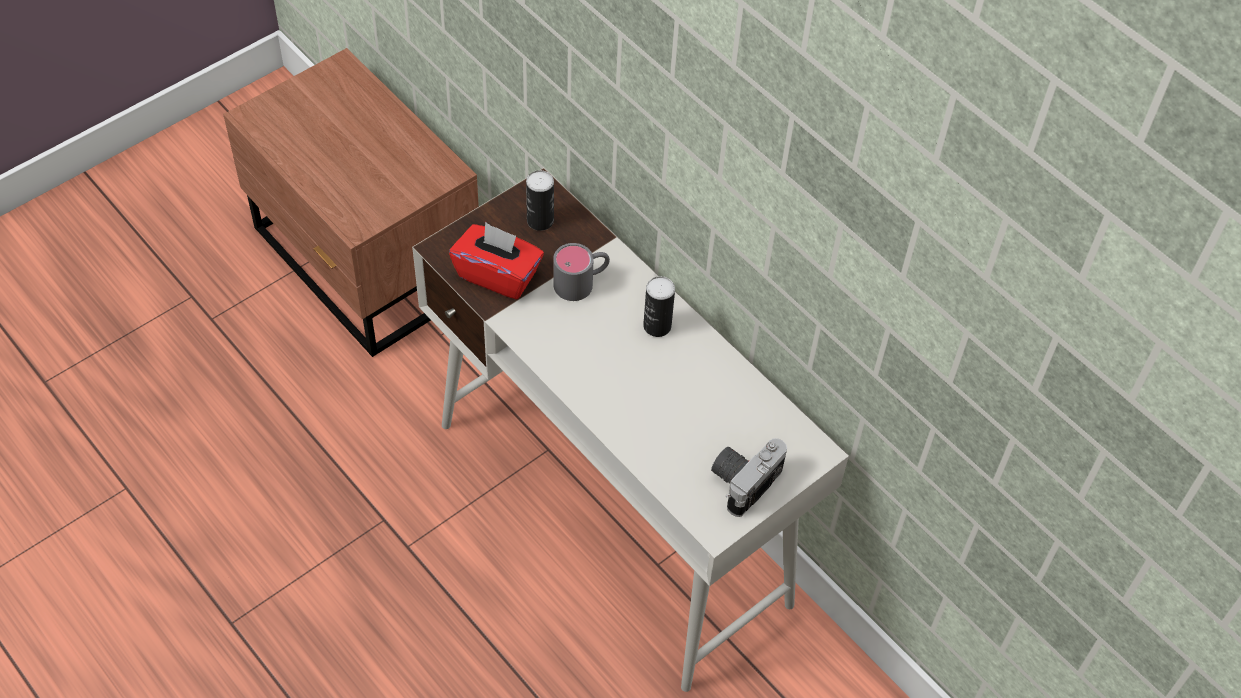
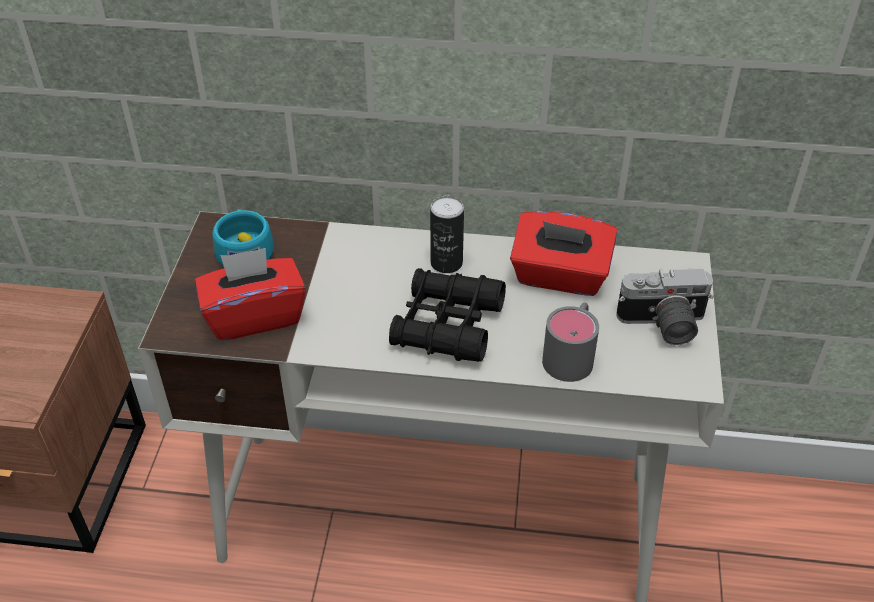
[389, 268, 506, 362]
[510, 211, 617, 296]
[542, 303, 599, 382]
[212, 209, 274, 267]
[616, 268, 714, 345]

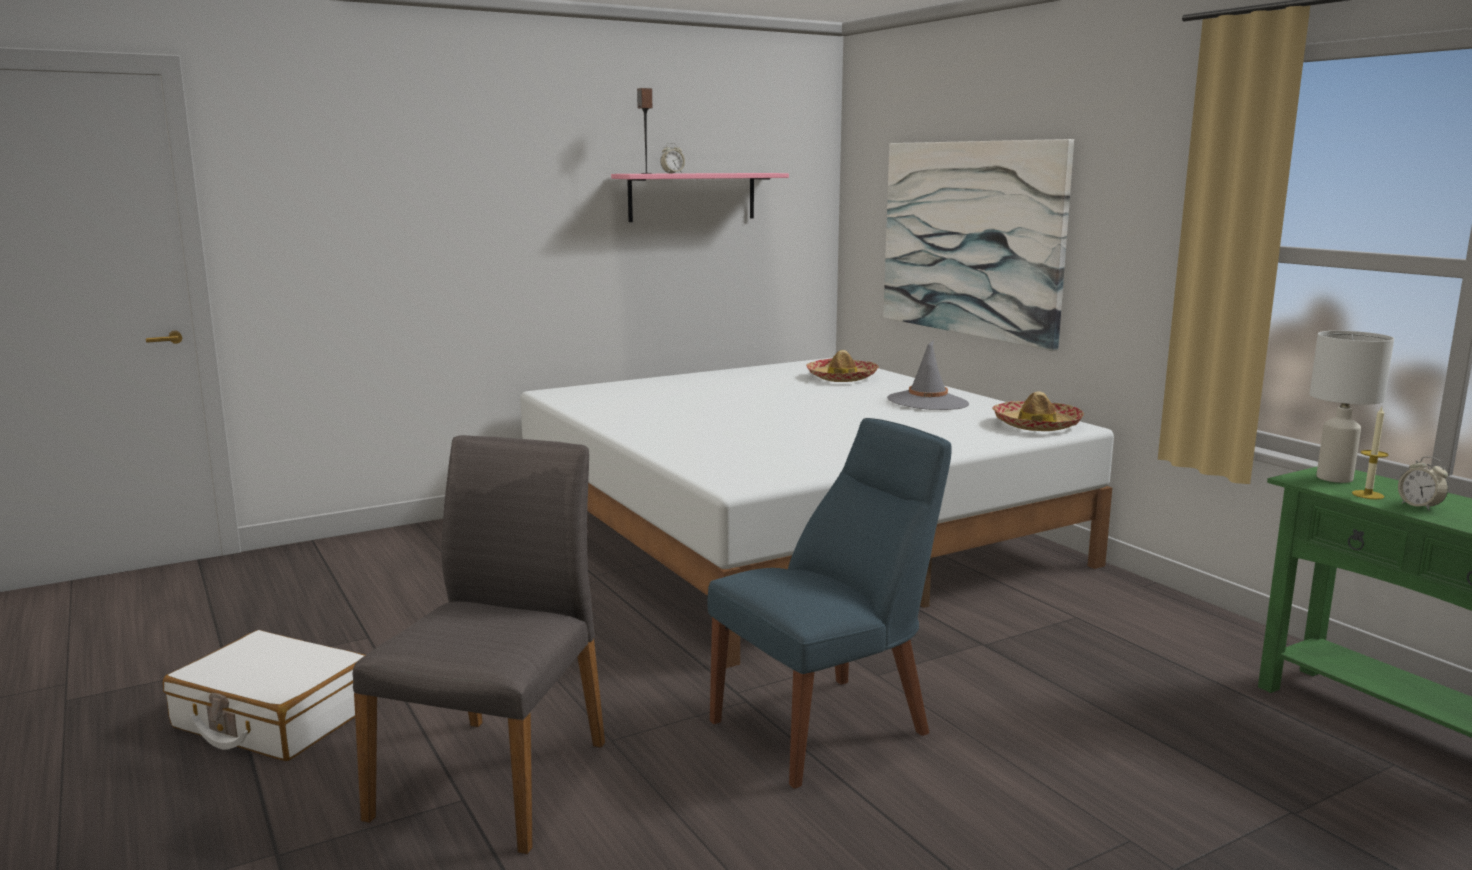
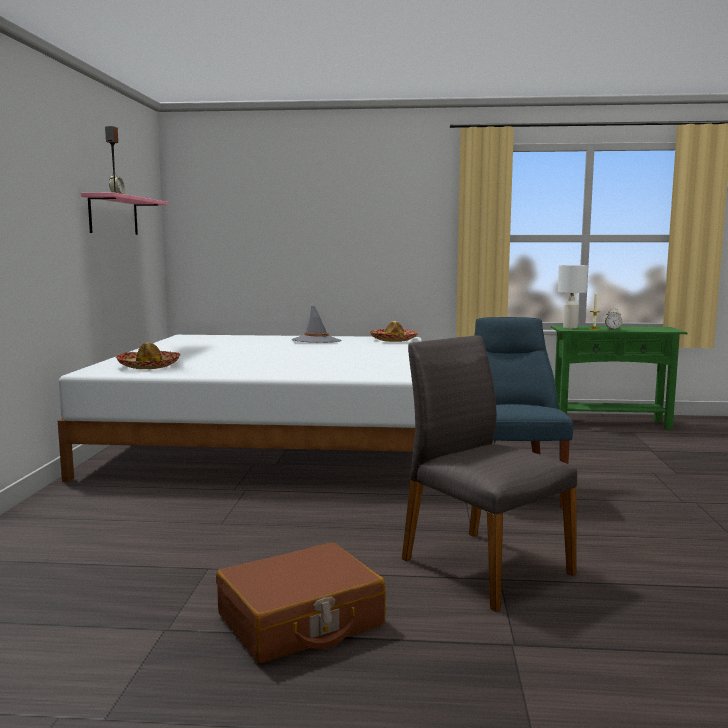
[883, 139, 1074, 351] (first image)
[115, 342, 181, 369]
[216, 542, 386, 663]

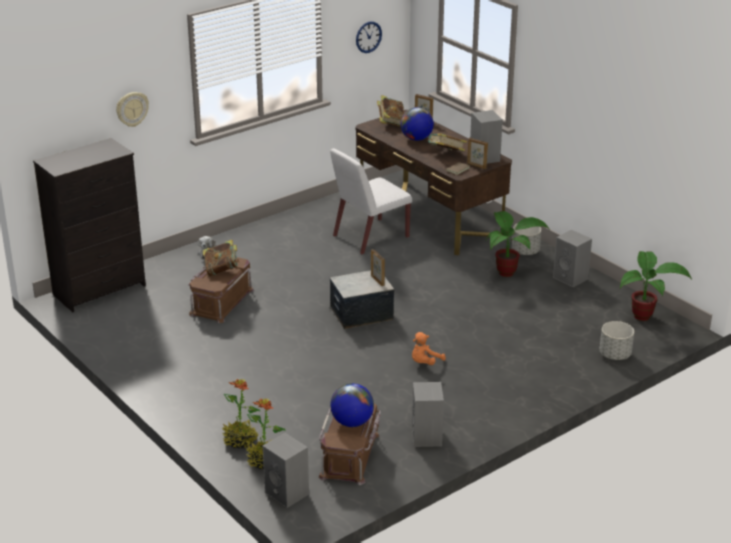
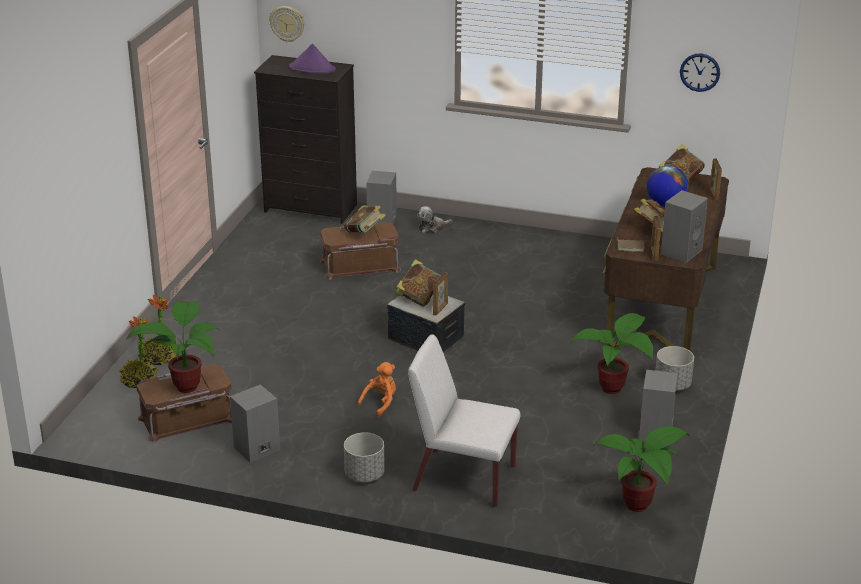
[289, 43, 336, 74]
[395, 259, 441, 307]
[269, 6, 305, 43]
[366, 171, 397, 224]
[408, 334, 520, 507]
[344, 433, 385, 482]
[126, 301, 219, 393]
[357, 362, 396, 417]

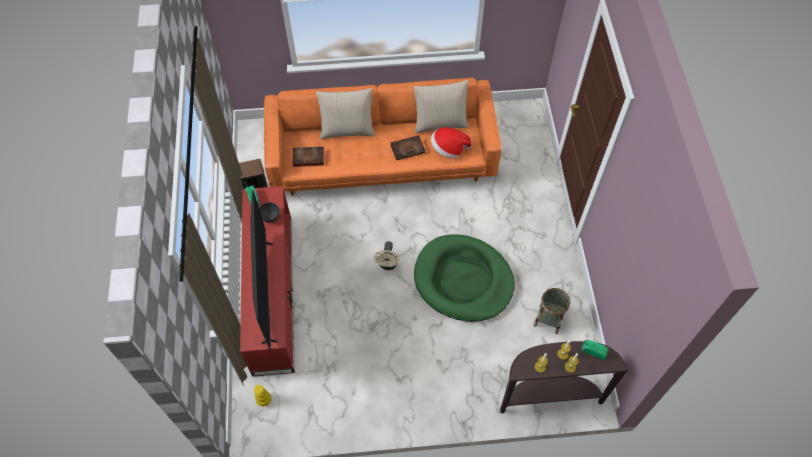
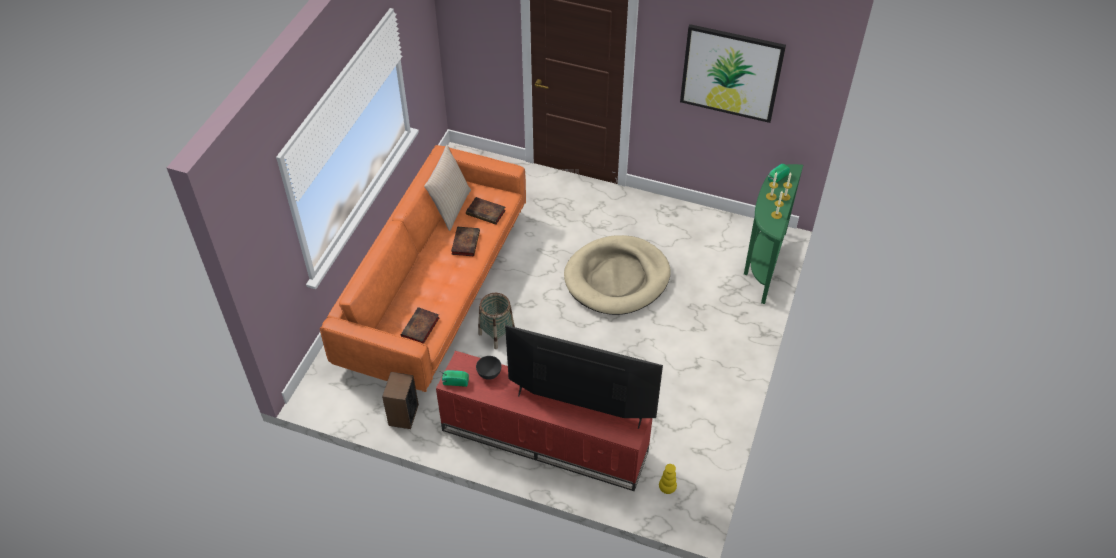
[316, 88, 375, 139] (first image)
[374, 241, 400, 270] (first image)
[680, 24, 786, 123]
[478, 293, 515, 349]
[466, 197, 506, 225]
[564, 235, 671, 315]
[744, 164, 803, 304]

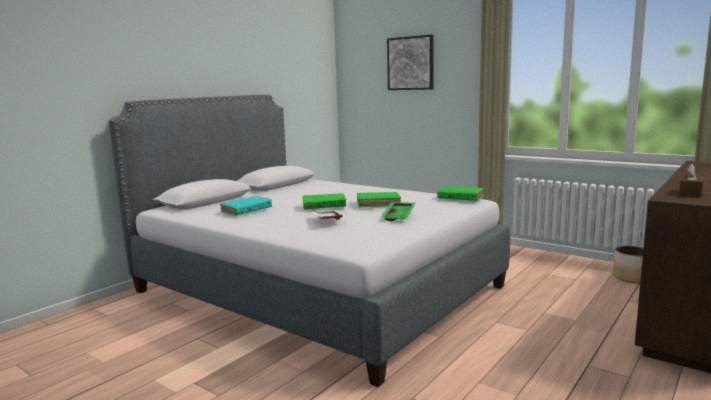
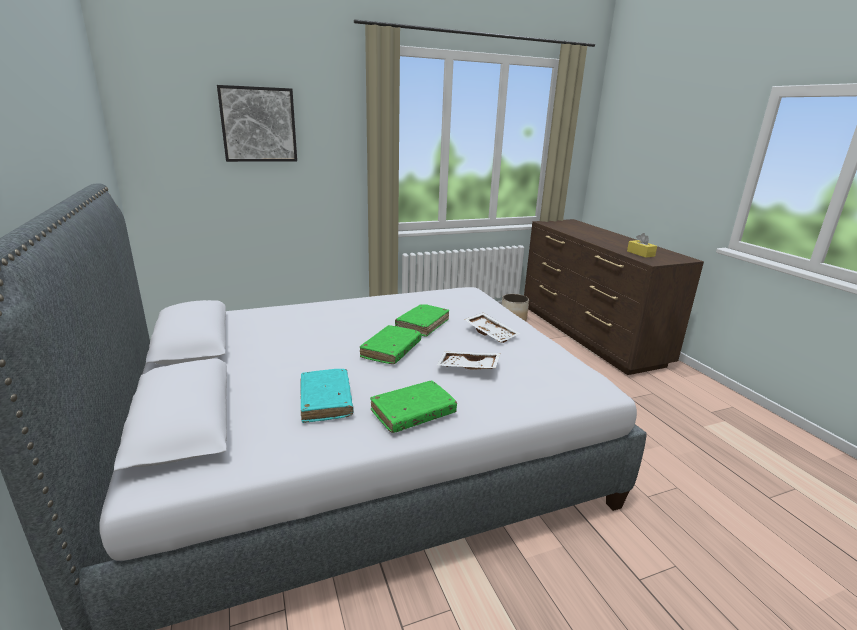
[370, 381, 457, 433]
[464, 312, 520, 343]
[627, 233, 657, 258]

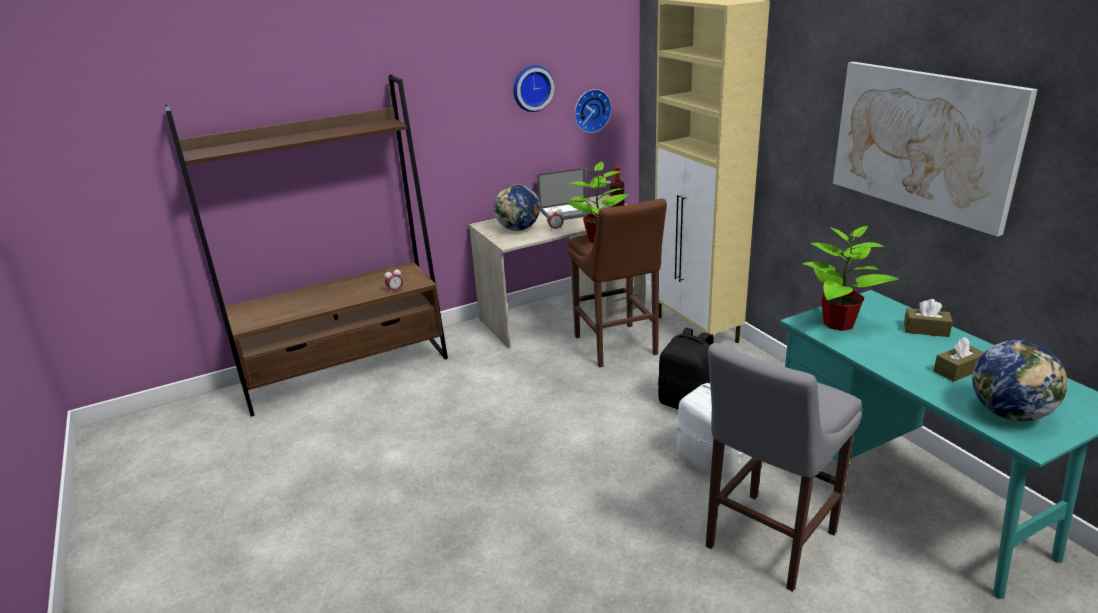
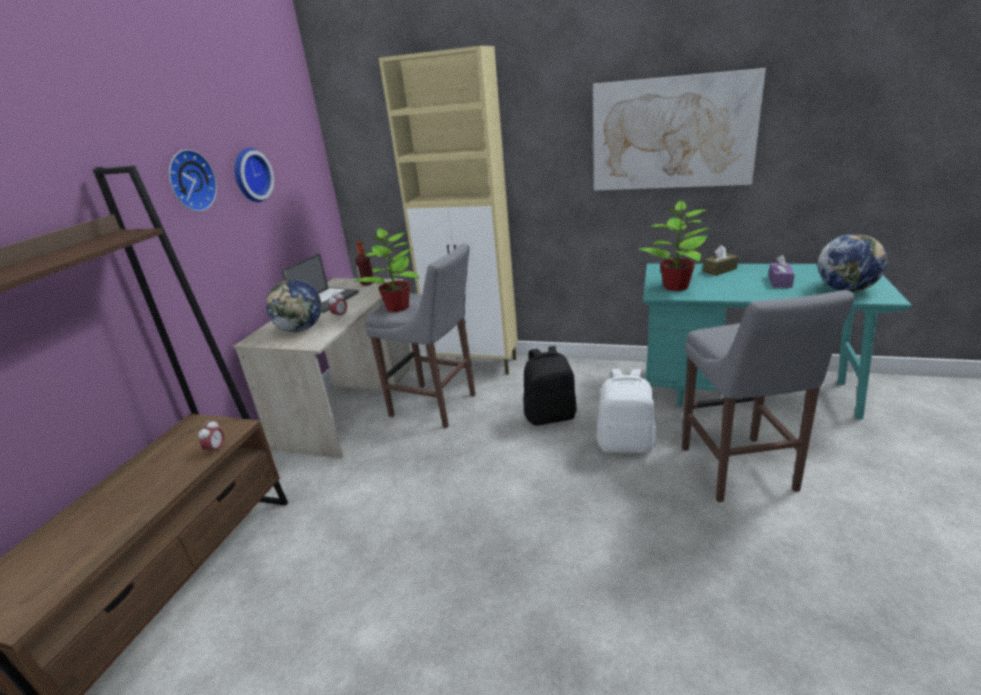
[169, 149, 217, 211]
[365, 244, 476, 428]
[769, 255, 795, 288]

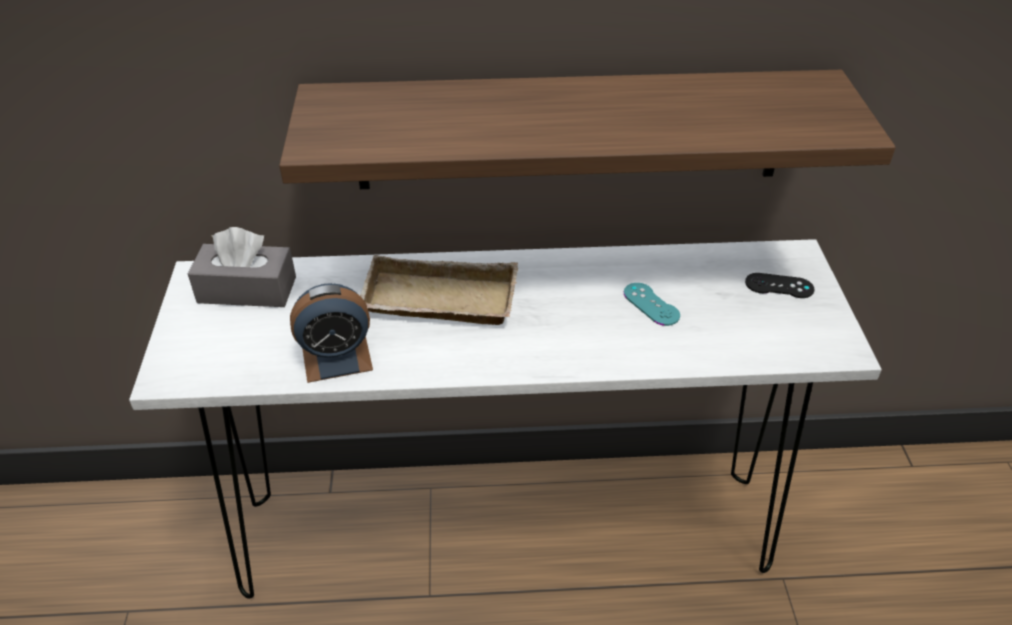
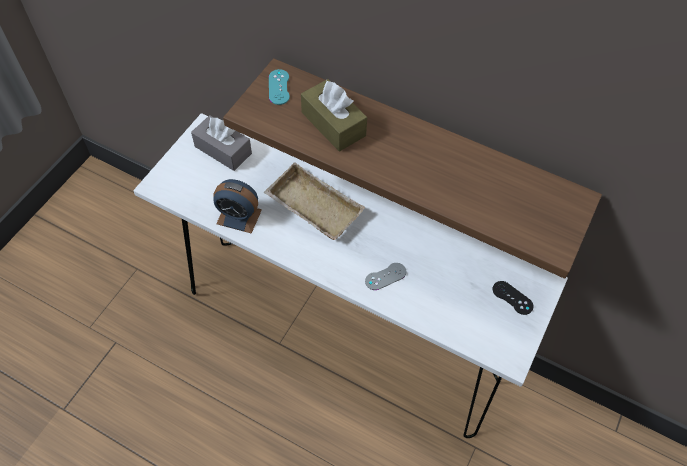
[301, 79, 367, 151]
[365, 263, 407, 290]
[269, 69, 290, 105]

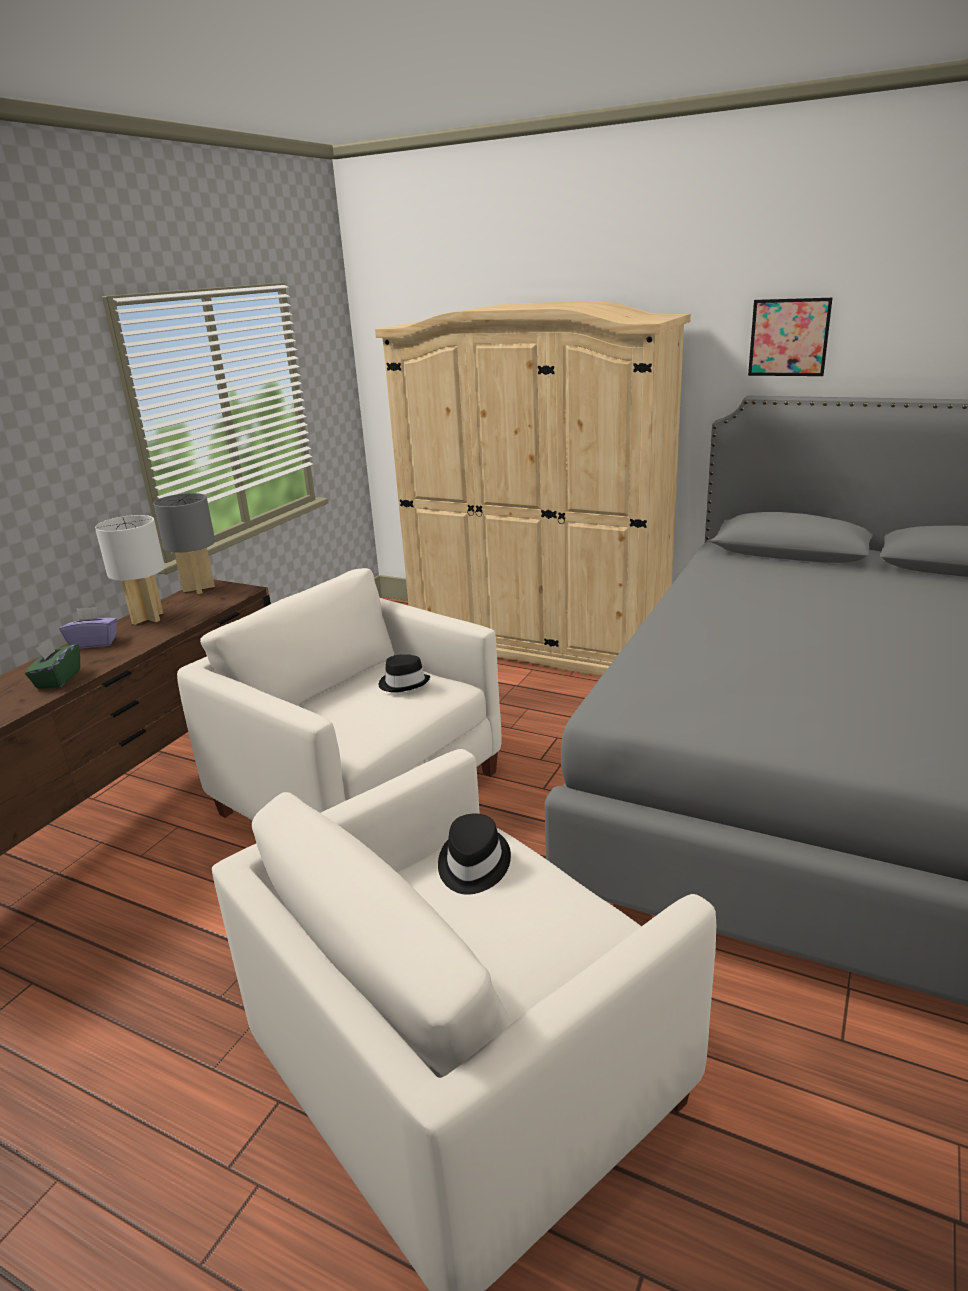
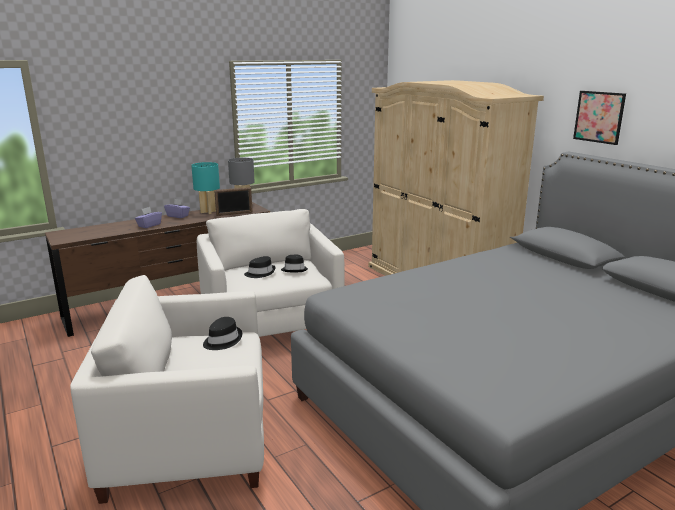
[214, 187, 252, 216]
[244, 256, 276, 278]
[135, 207, 162, 228]
[191, 162, 220, 214]

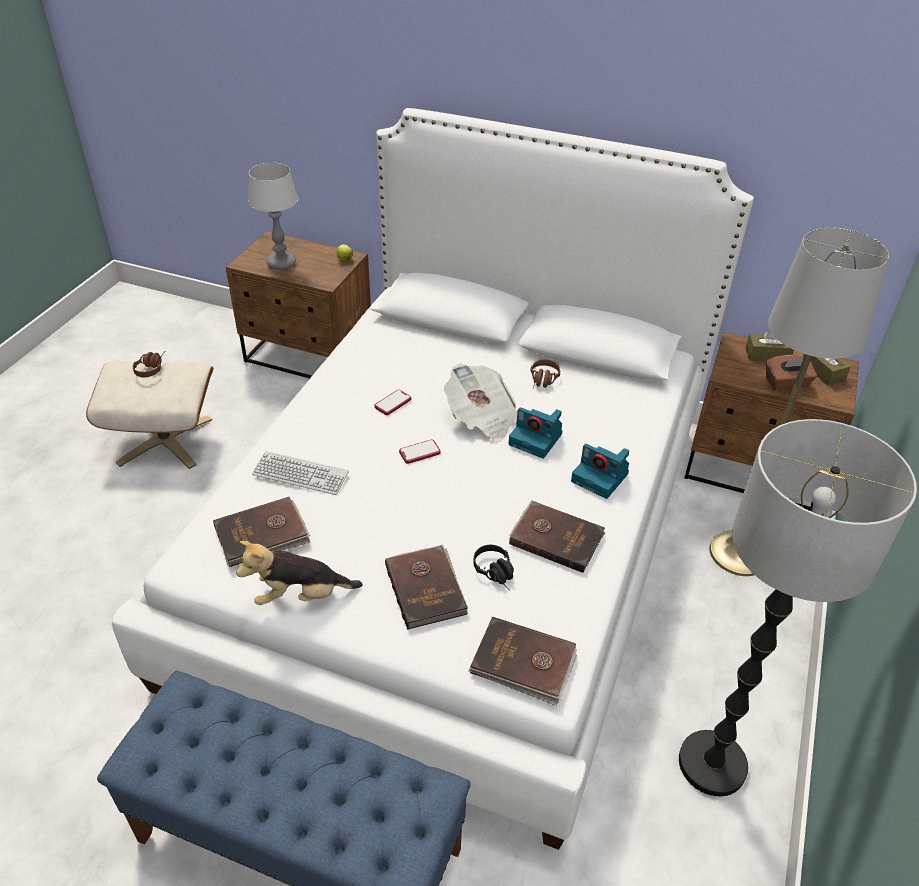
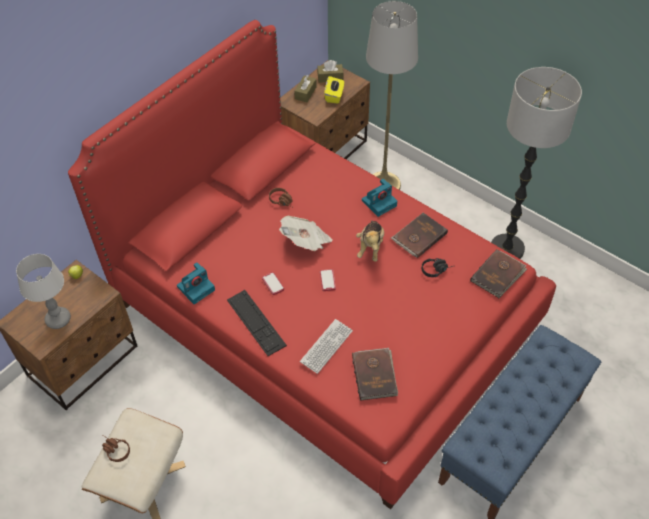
[385, 544, 468, 630] (first image)
[227, 290, 287, 356]
[356, 221, 384, 262]
[177, 262, 215, 304]
[68, 20, 556, 509]
[324, 76, 344, 103]

